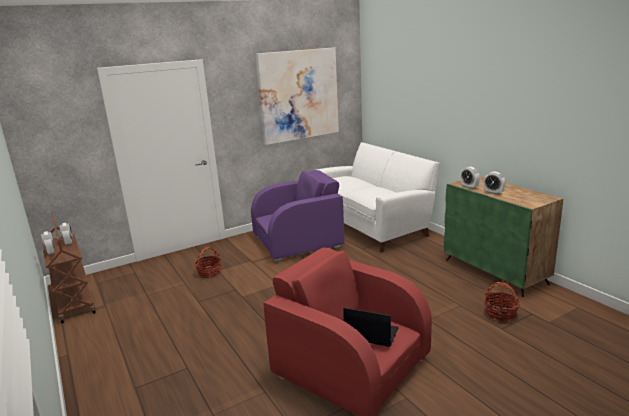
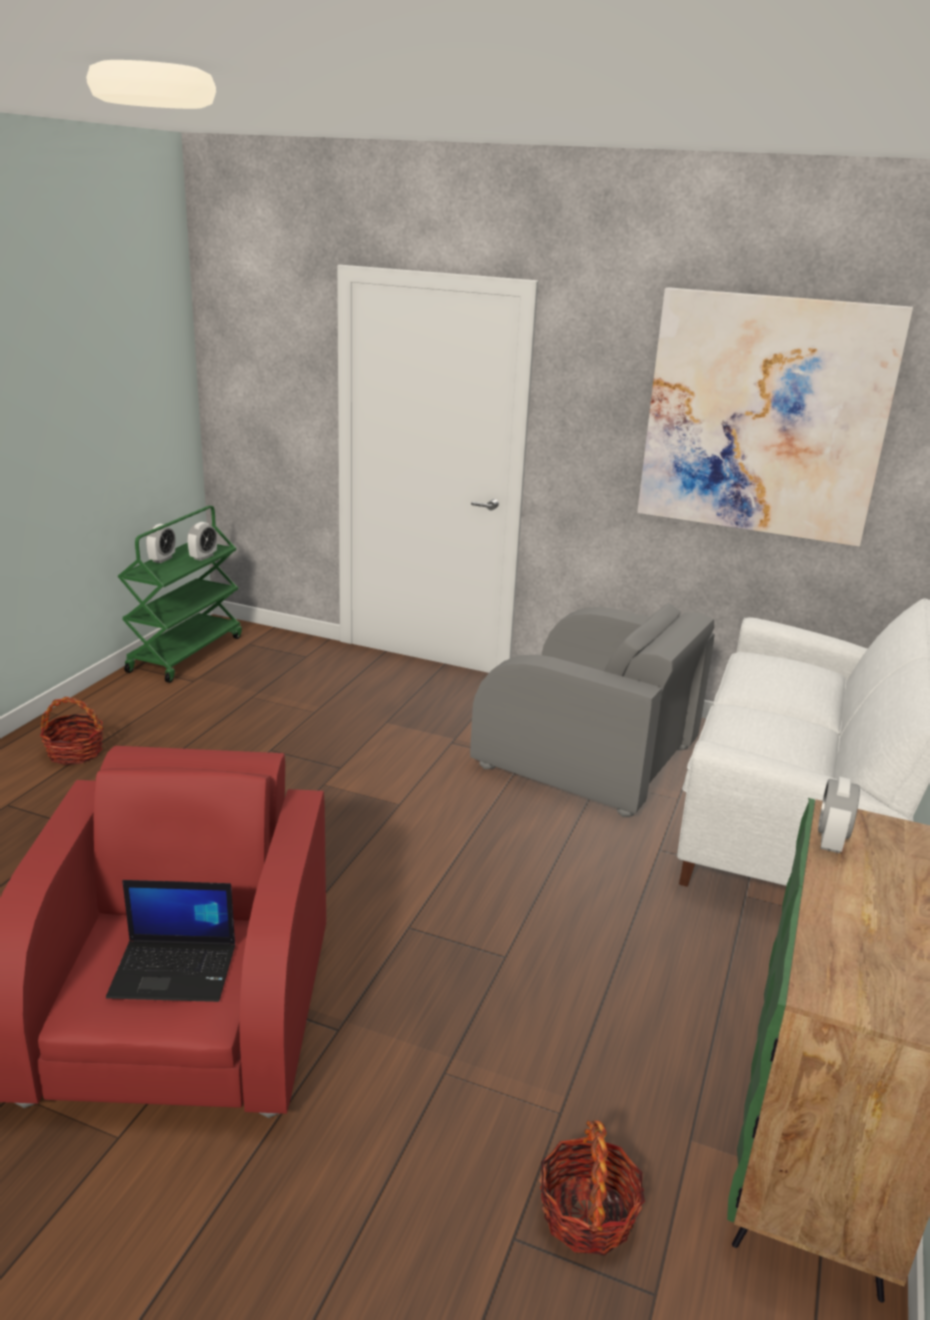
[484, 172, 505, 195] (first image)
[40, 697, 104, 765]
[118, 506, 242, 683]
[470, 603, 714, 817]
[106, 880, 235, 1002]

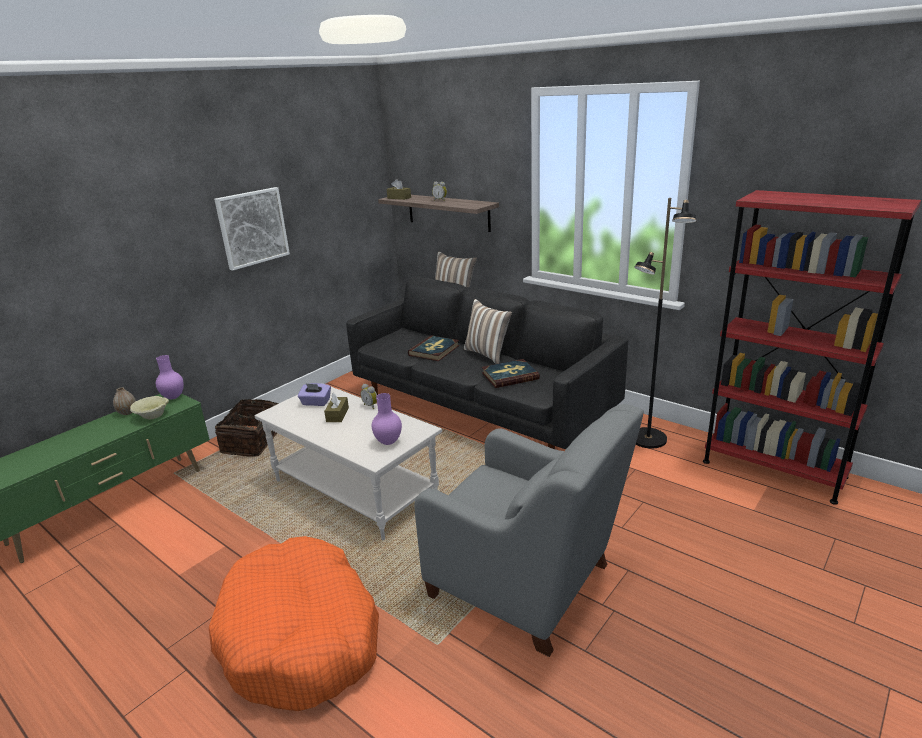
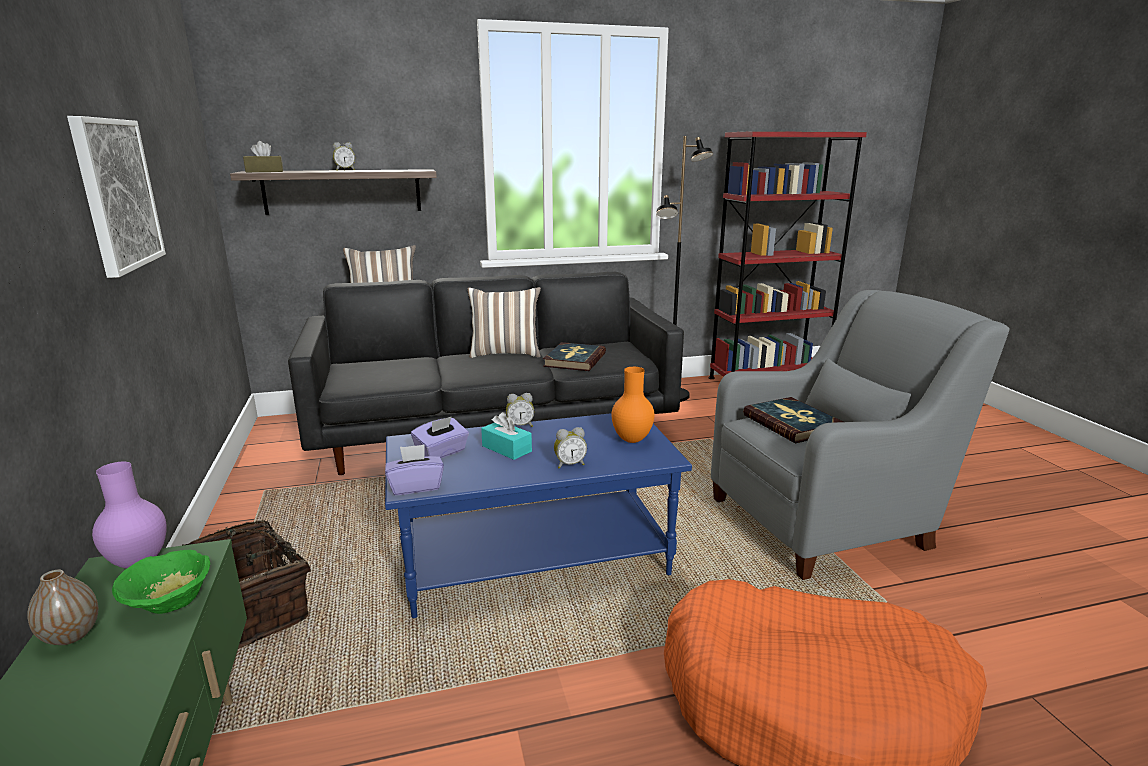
[385, 444, 444, 495]
[554, 427, 587, 469]
[743, 397, 843, 444]
[112, 550, 210, 614]
[385, 413, 692, 618]
[481, 412, 532, 460]
[611, 367, 655, 443]

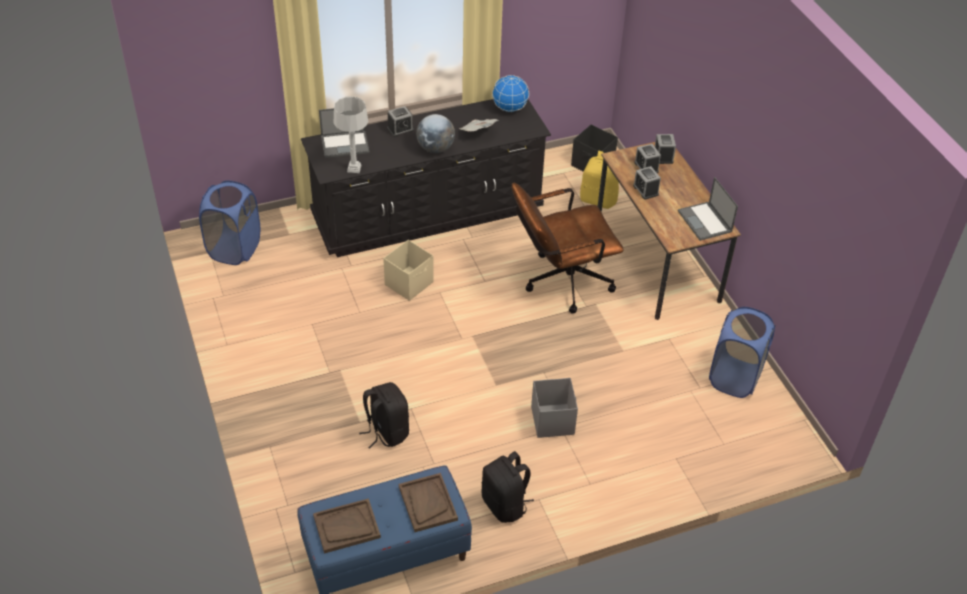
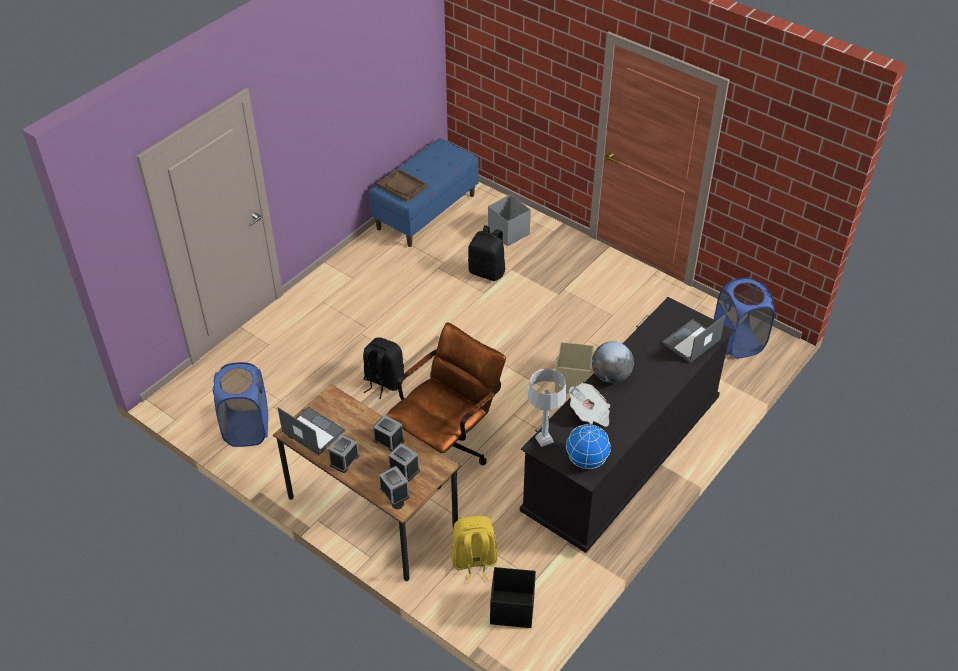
[313, 499, 381, 554] (first image)
[527, 368, 566, 447]
[328, 434, 359, 473]
[363, 338, 404, 399]
[488, 194, 531, 246]

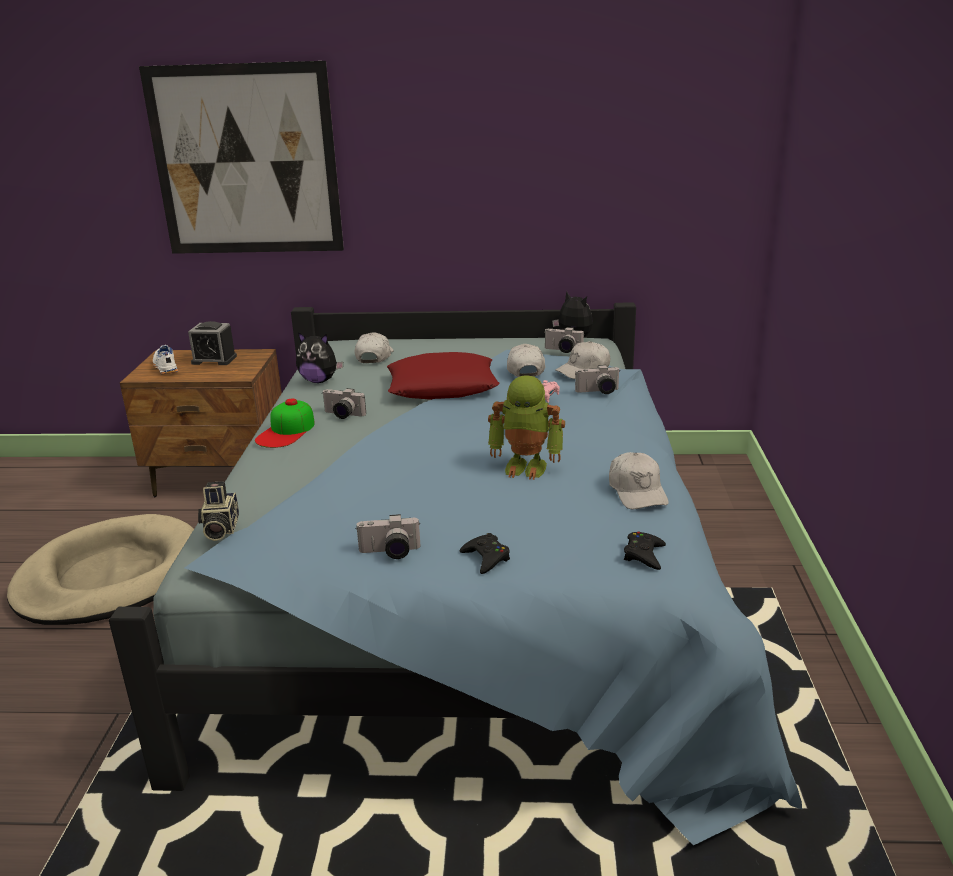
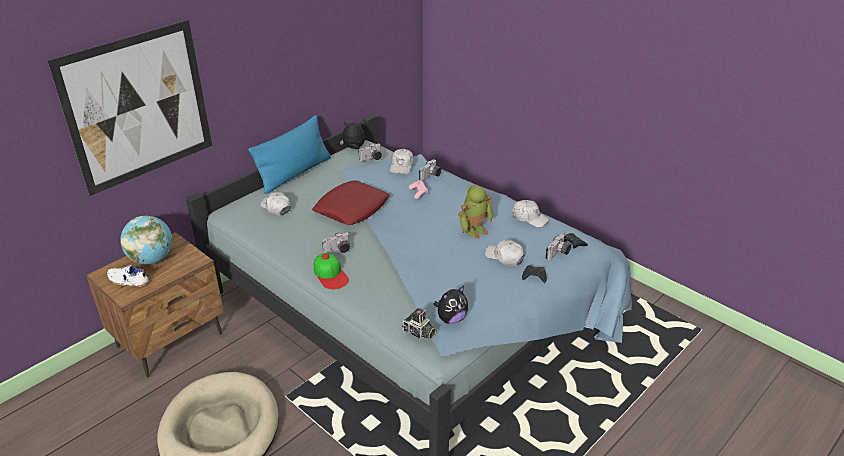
[248, 115, 331, 194]
[433, 286, 468, 324]
[546, 234, 571, 260]
[485, 240, 525, 266]
[120, 215, 173, 265]

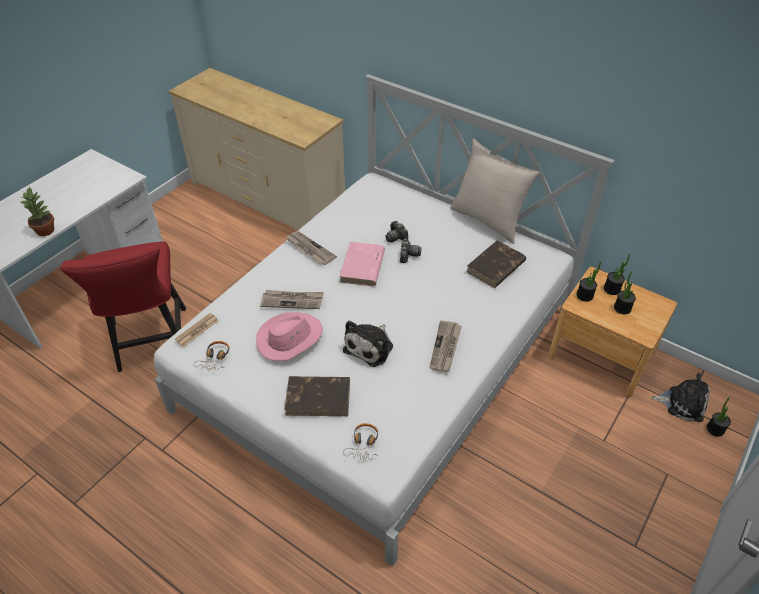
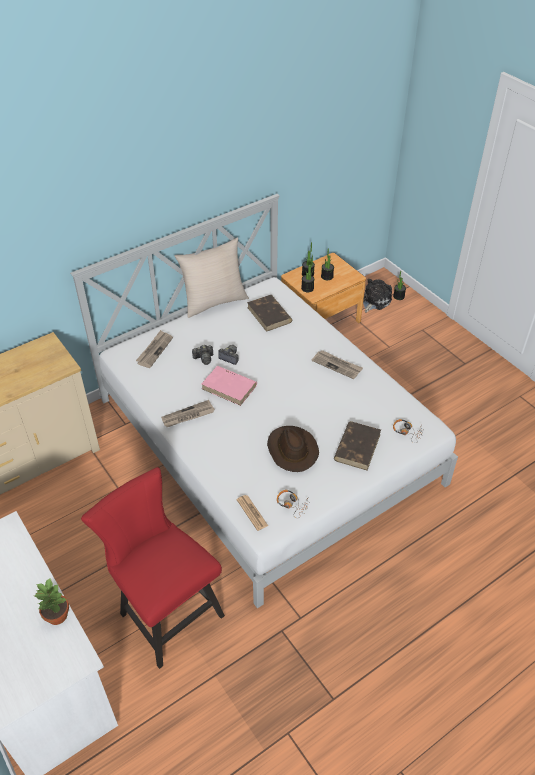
[343, 321, 393, 367] (first image)
[136, 330, 173, 368]
[267, 426, 319, 472]
[81, 467, 225, 669]

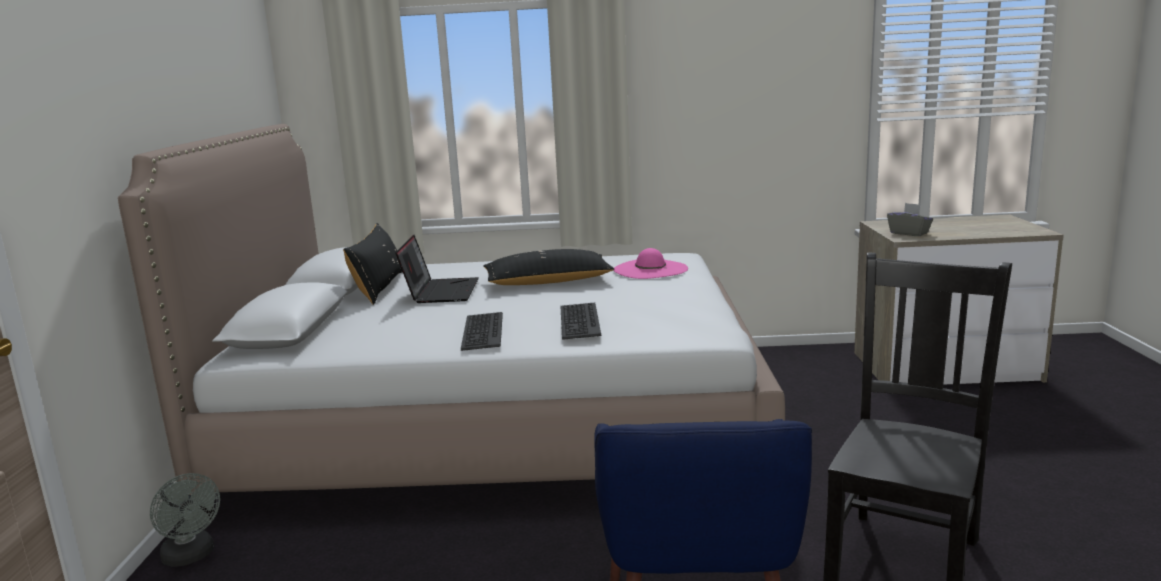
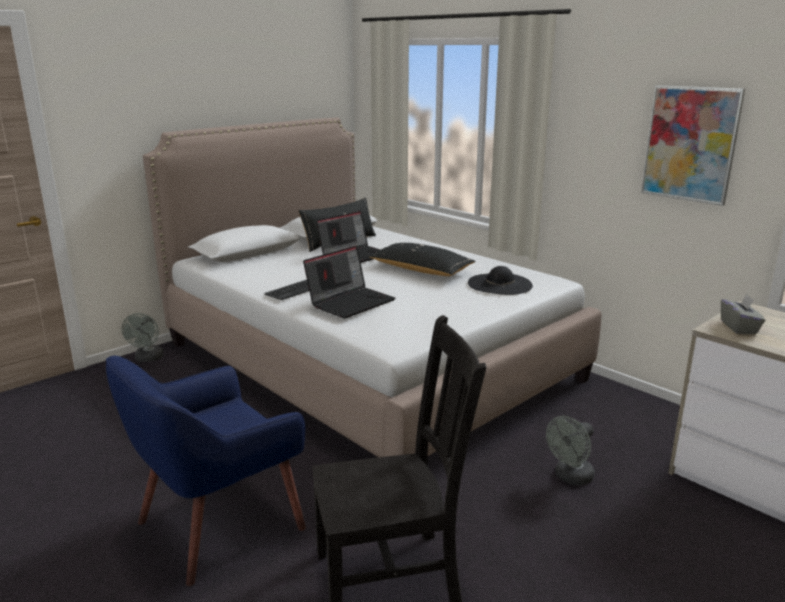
[546, 416, 595, 485]
[641, 85, 745, 206]
[303, 246, 395, 318]
[468, 266, 533, 295]

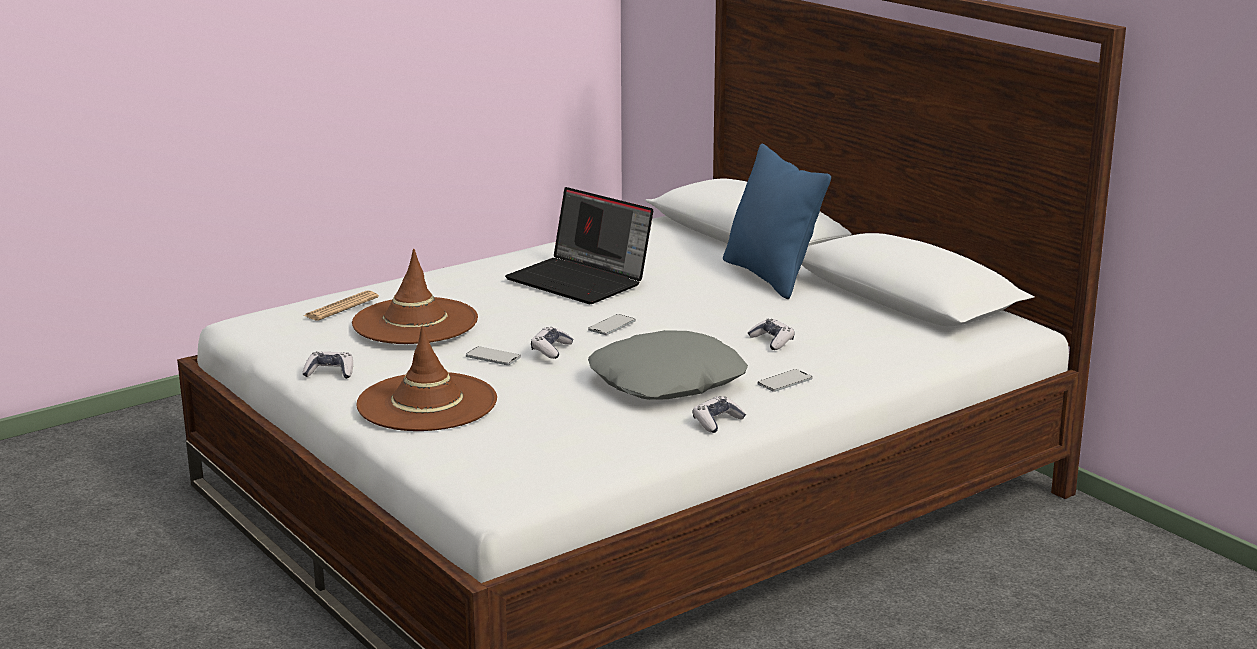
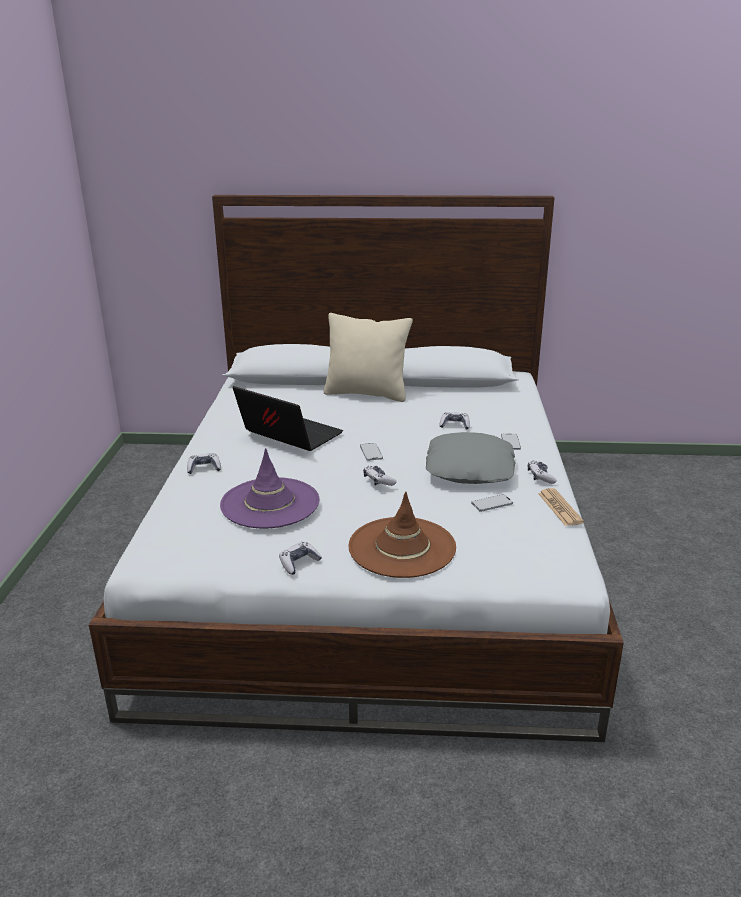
[187, 453, 221, 474]
[538, 488, 584, 526]
[471, 494, 513, 512]
[220, 448, 319, 529]
[324, 313, 413, 402]
[233, 386, 343, 451]

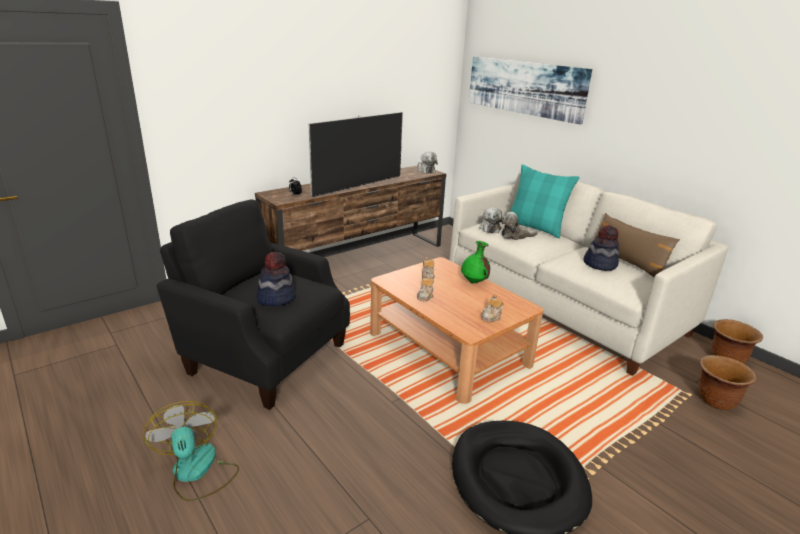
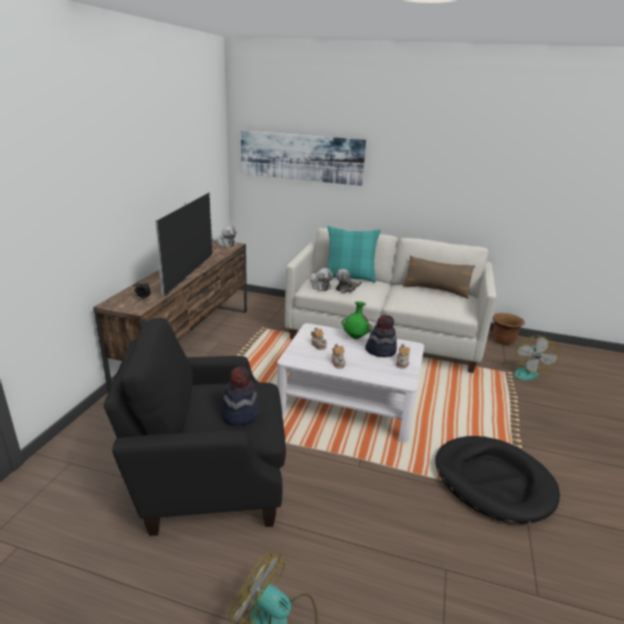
[365, 314, 397, 357]
[502, 336, 559, 381]
[277, 323, 424, 442]

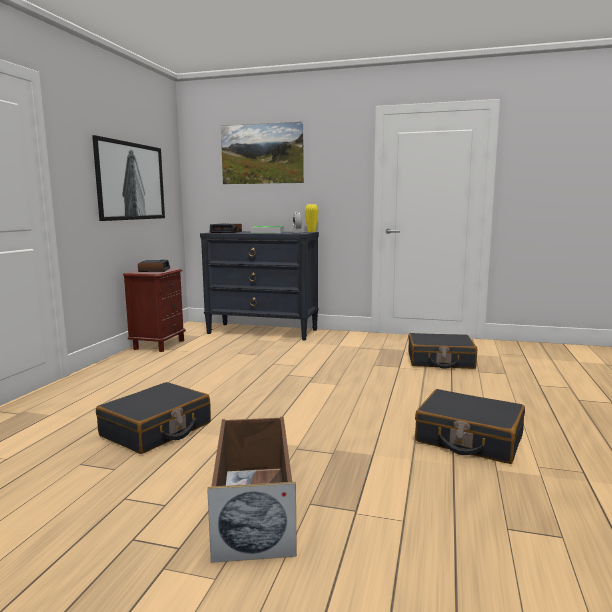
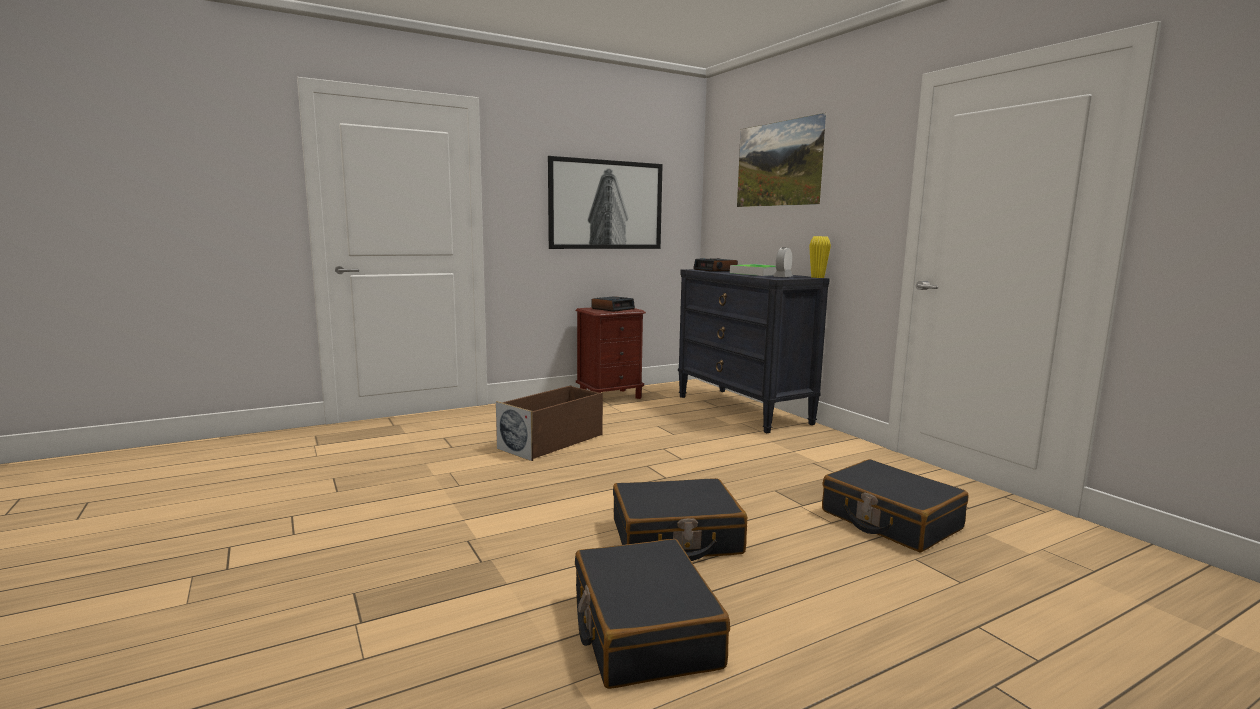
[613, 478, 747, 561]
[496, 385, 603, 461]

